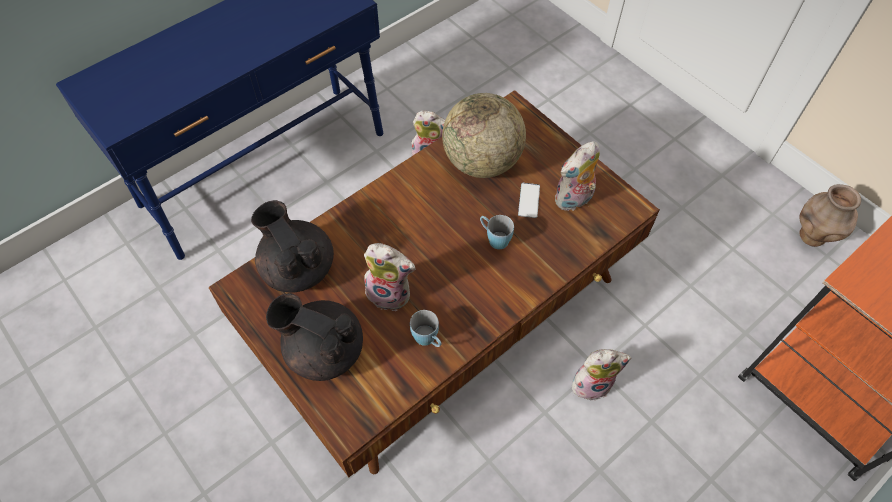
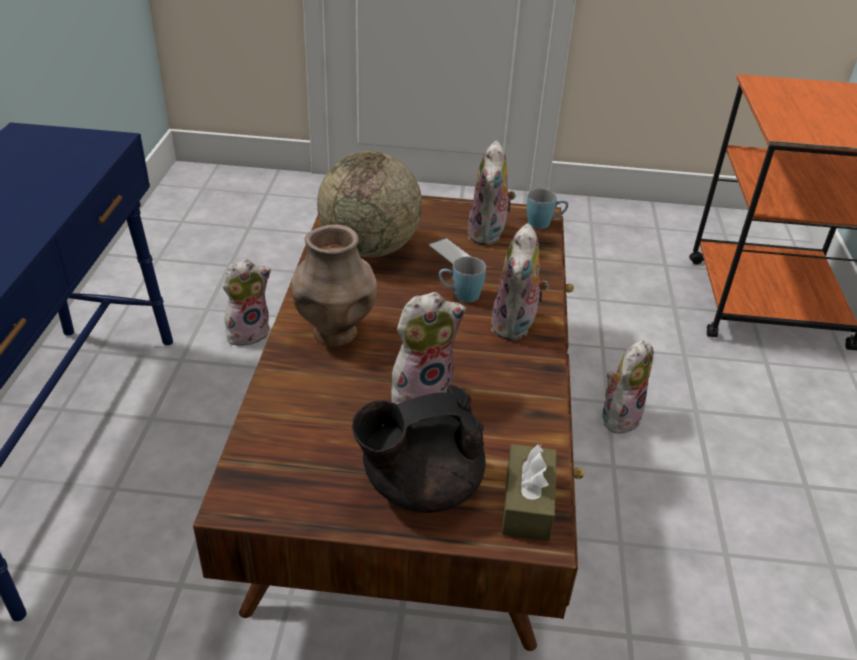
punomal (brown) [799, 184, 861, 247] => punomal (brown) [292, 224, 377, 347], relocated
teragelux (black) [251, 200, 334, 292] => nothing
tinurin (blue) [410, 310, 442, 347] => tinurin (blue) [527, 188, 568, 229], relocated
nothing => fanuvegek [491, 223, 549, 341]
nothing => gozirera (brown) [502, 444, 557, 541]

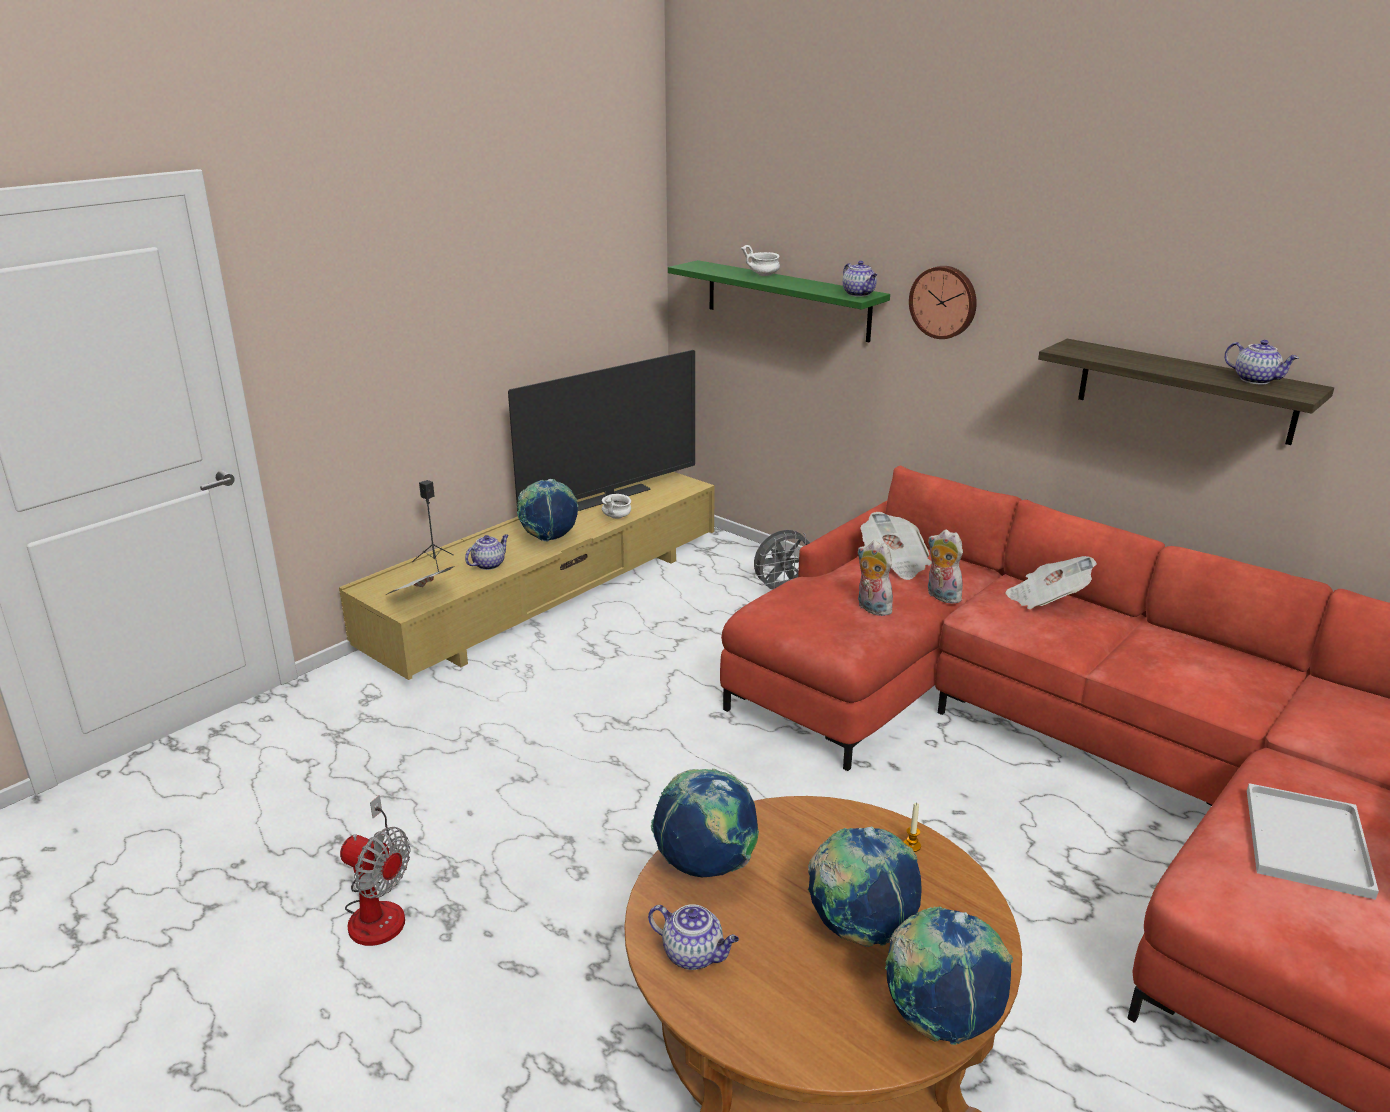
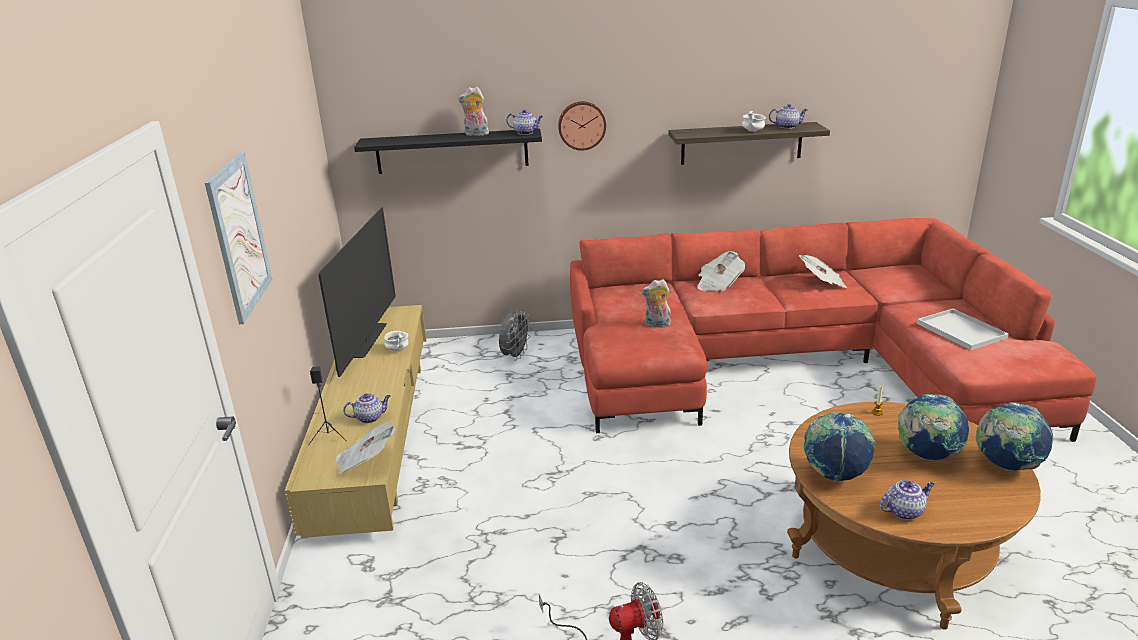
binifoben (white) [741, 245, 780, 276] => binifoben (white) [742, 111, 766, 132], relocated
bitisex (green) [668, 260, 890, 342] => bitisex (black) [354, 129, 542, 174]
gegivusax [517, 479, 578, 542] => nothing
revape [860, 512, 932, 580] => revape [799, 255, 847, 288], relocated
fanuvegek [927, 529, 963, 604] => fanuvegek [458, 87, 490, 136], relocated
teragelux [465, 534, 509, 570] => teragelux [343, 394, 391, 423], 75 degrees clockwise
nothing => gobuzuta [205, 152, 272, 324]

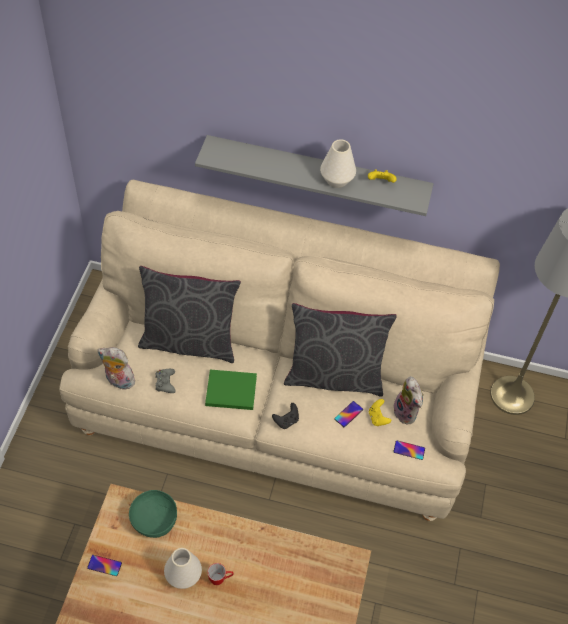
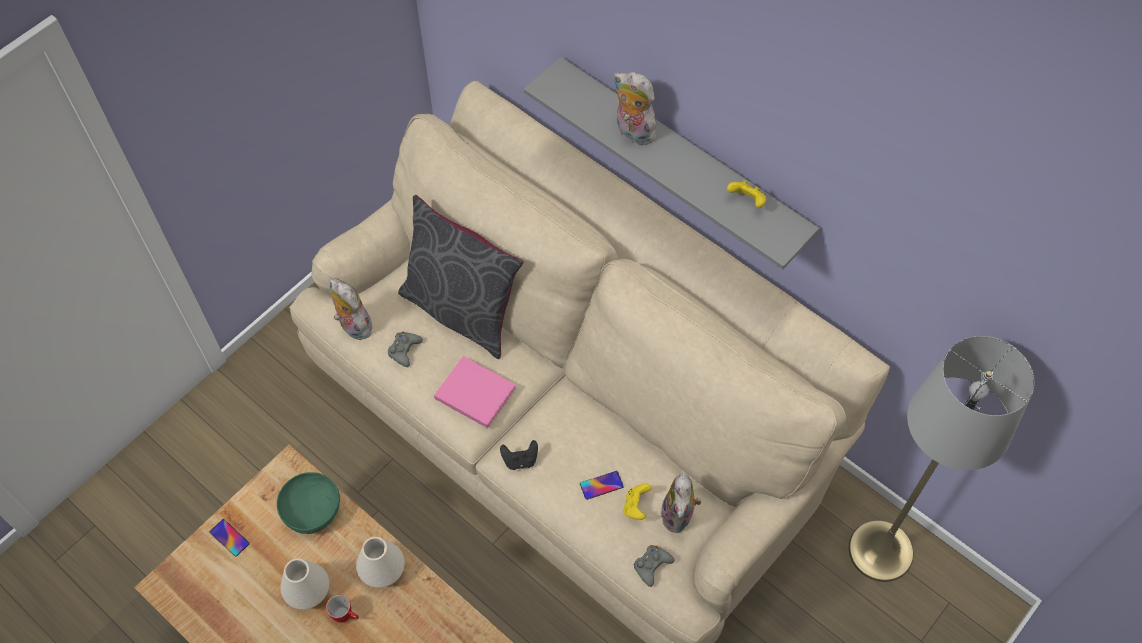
punomal (white) [320, 139, 356, 188] => punomal (white) [356, 537, 405, 588], relocated
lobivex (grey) [284, 303, 397, 397] => nothing
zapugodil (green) [205, 369, 257, 410] => zapugodil (pink) [434, 356, 516, 428]
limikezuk [393, 440, 425, 460] => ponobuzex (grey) [634, 545, 674, 587]
nothing => fanuvegek [613, 72, 656, 145]

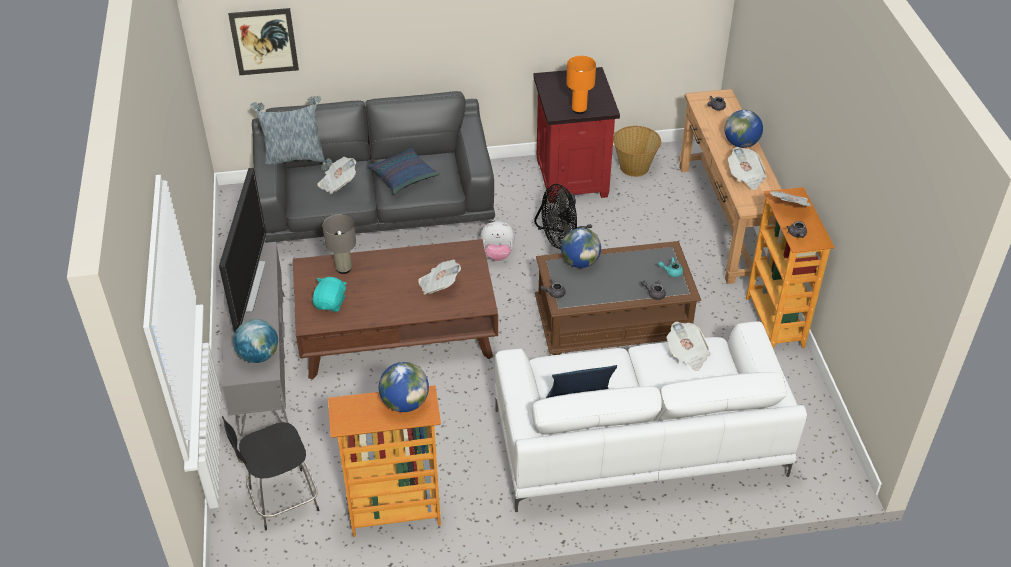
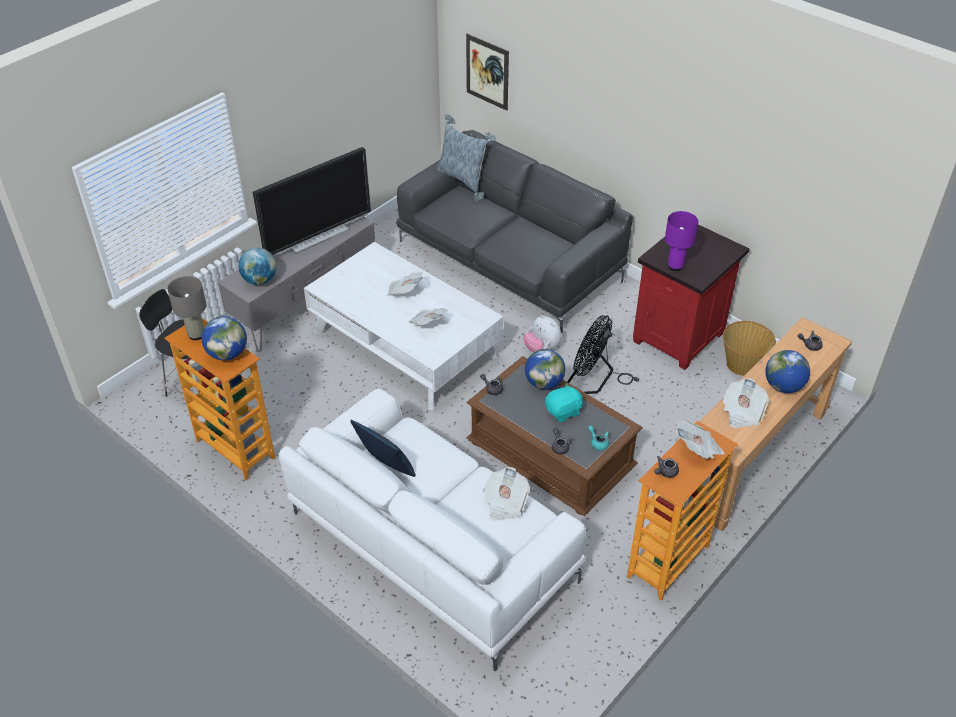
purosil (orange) [566, 56, 596, 114] => purosil (purple) [665, 211, 698, 271]
lobivex (blue) [367, 148, 440, 194] => nothing
revape [318, 157, 357, 194] => revape [387, 272, 423, 296], relocated
purosil (grey) [323, 214, 356, 274] => purosil (grey) [167, 276, 206, 340], relocated
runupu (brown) [293, 239, 498, 380] => runupu (white) [304, 242, 503, 410]
fanuvegek (turquoise) [313, 277, 346, 312] => fanuvegek (turquoise) [545, 383, 583, 422], relocated

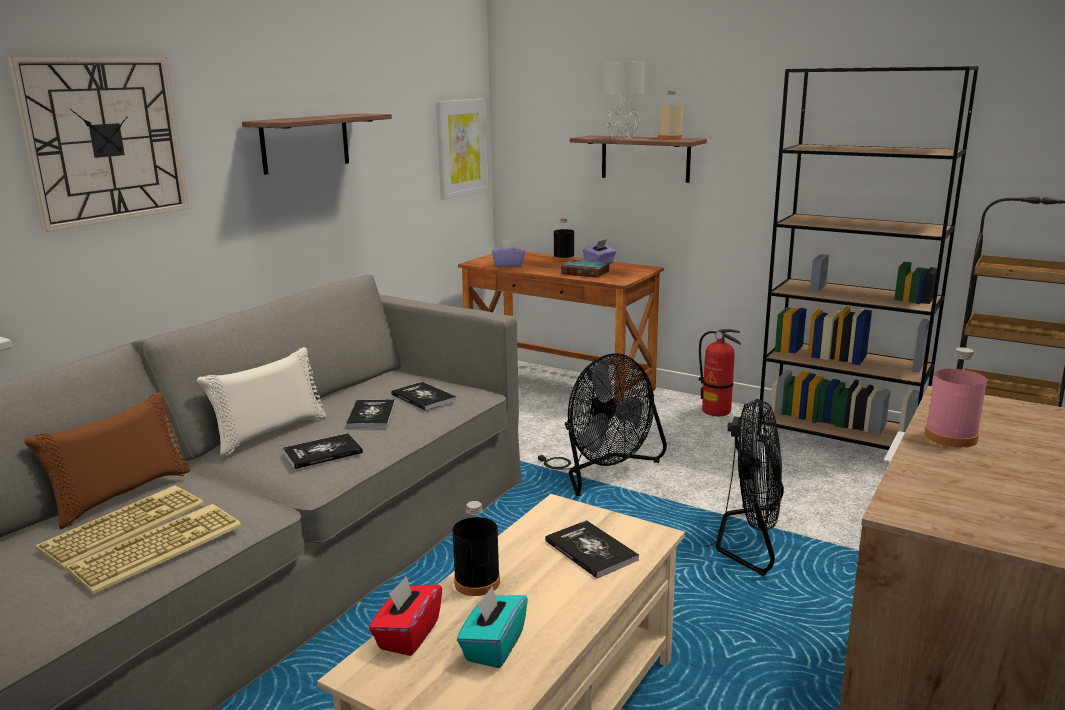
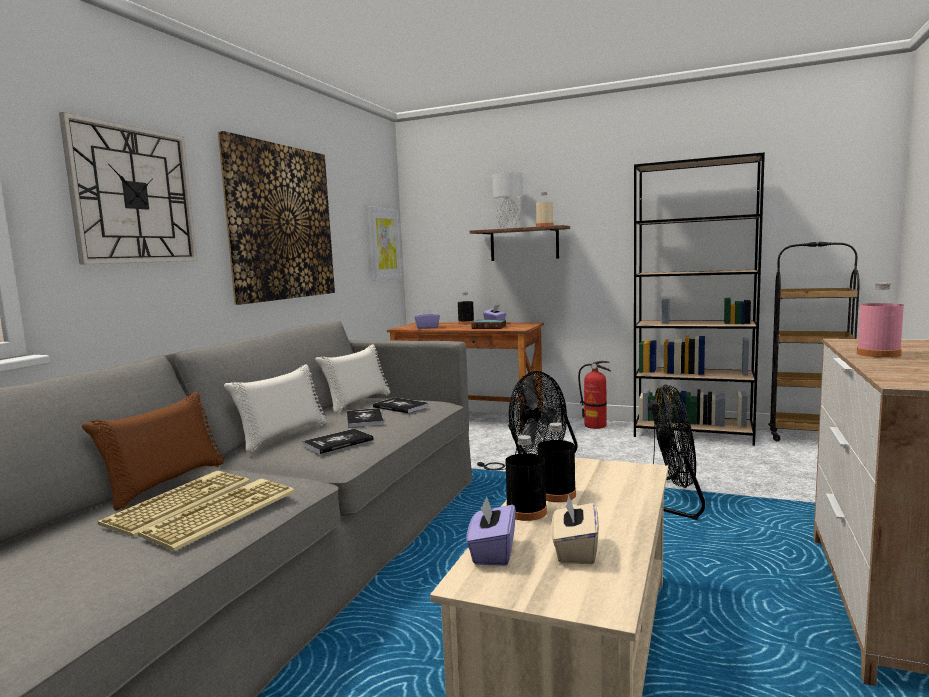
bitisex [242, 113, 392, 175] => gobuzuta [218, 131, 335, 305]
zapugodil [545, 520, 639, 578] => nothing
gozirera (red) [369, 576, 442, 656] => gozirera (purple) [466, 496, 516, 566]
gozirera (turquoise) [457, 586, 528, 668] => gozirera (beige) [551, 494, 599, 564]
nothing => lobivex (white) [316, 344, 390, 413]
nothing => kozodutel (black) [537, 422, 576, 502]

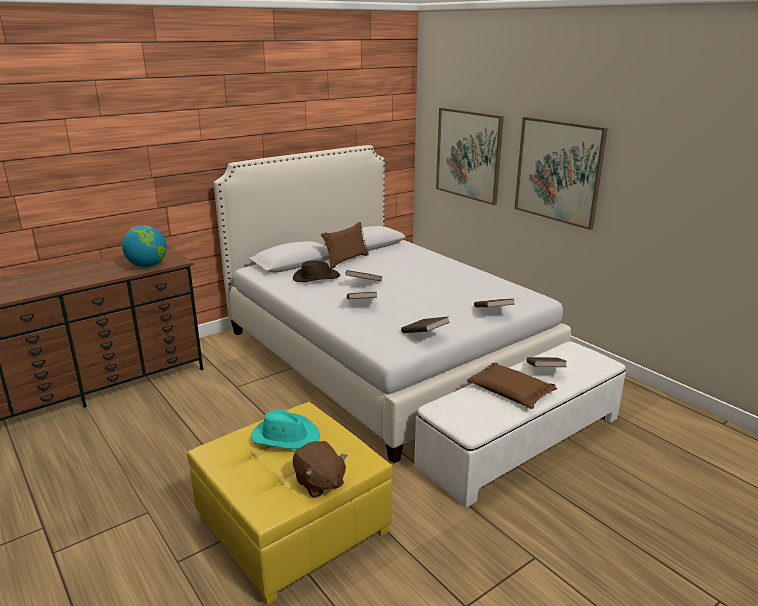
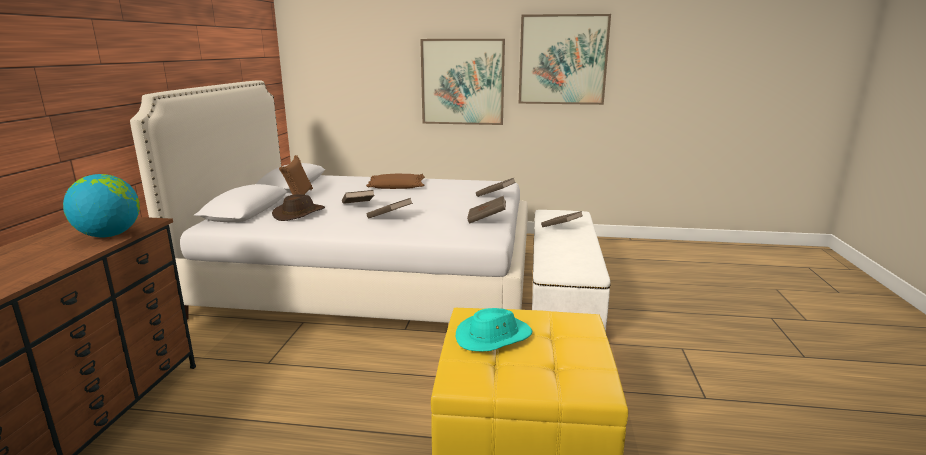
gobuzuta [436, 108, 504, 205] => gobuzuta [519, 14, 611, 105], relocated
lobivex (brown) [467, 363, 557, 409] => lobivex (brown) [366, 174, 425, 189], relocated
fanuvegek (brown) [293, 441, 347, 498] => nothing

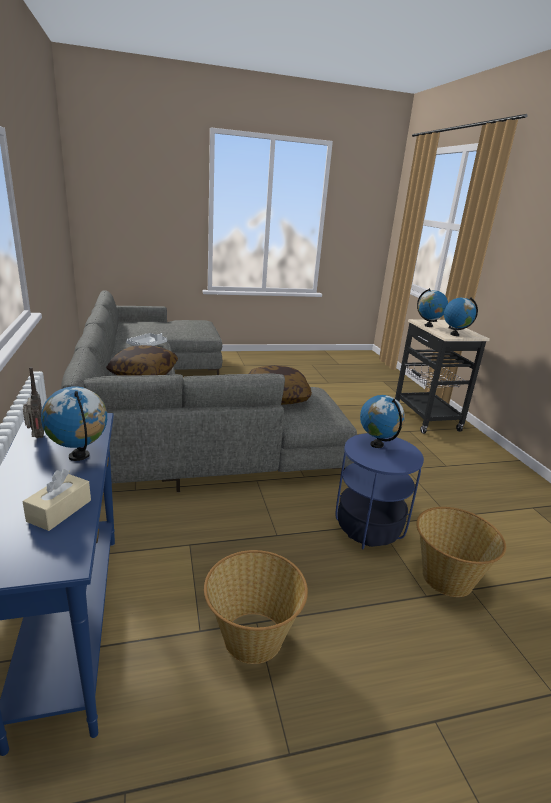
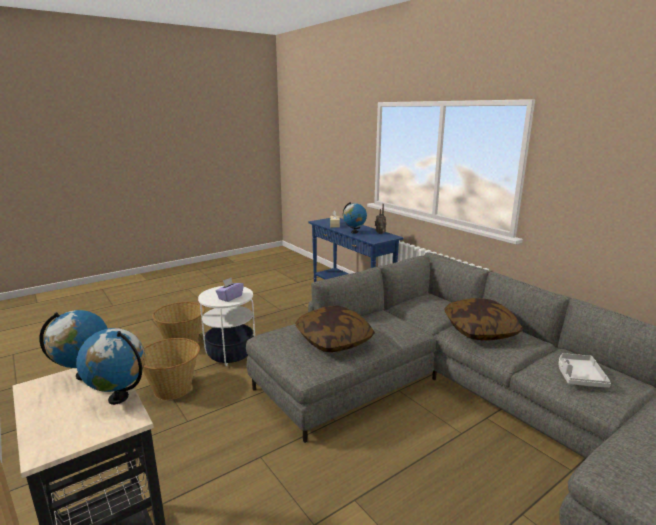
gegivusax [360, 395, 405, 448] => gozirera (purple) [216, 278, 244, 302]
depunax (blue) [335, 433, 424, 549] => depunax (white) [198, 286, 255, 366]
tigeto [204, 550, 308, 664] => tigeto [142, 338, 200, 400], relocated

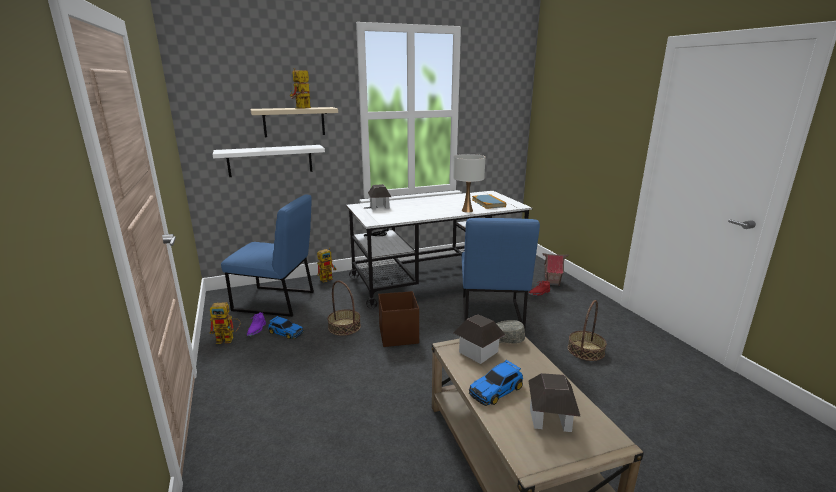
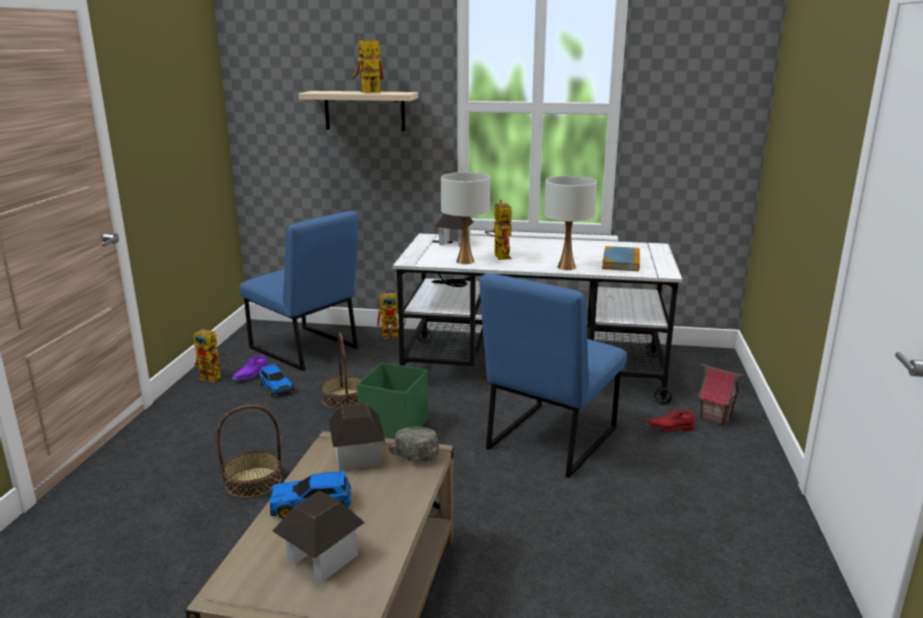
bitisex (white) [213, 145, 325, 177] => nothing
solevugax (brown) [378, 291, 419, 347] => solevugax (green) [357, 362, 428, 439]
tigeto [568, 300, 607, 361] => tigeto [216, 405, 282, 498], relocated
nothing => purosil (white) [441, 172, 490, 264]
nothing => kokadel [485, 200, 512, 260]

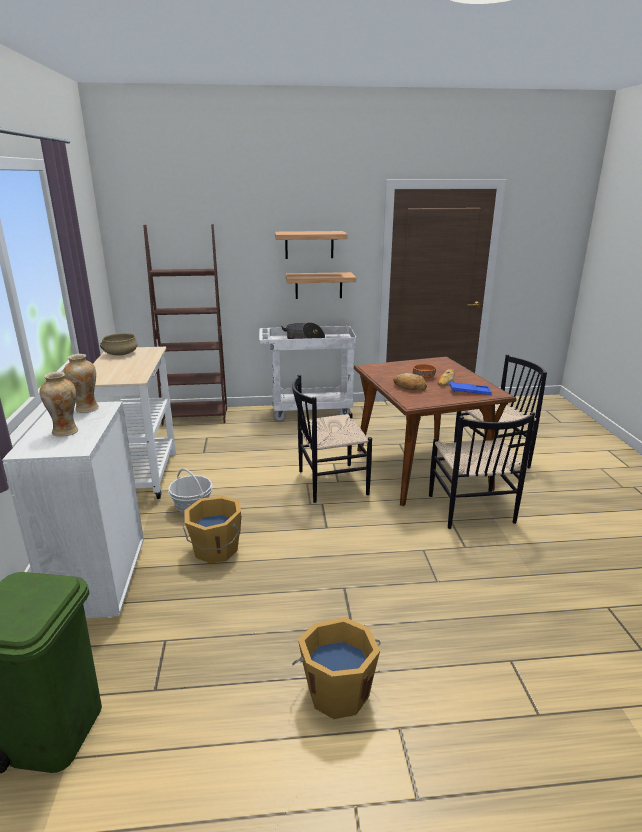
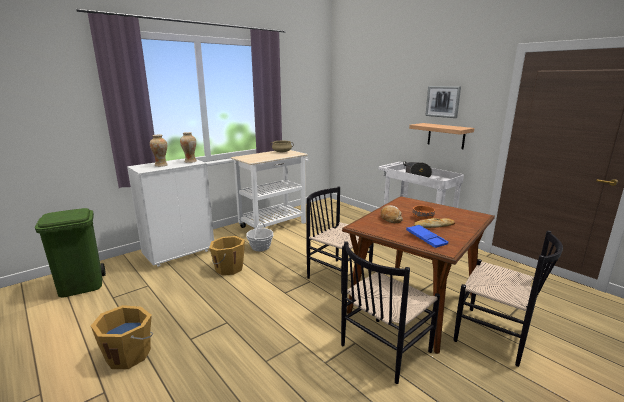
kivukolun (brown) [143, 224, 227, 426] => nothing
bitisex [275, 231, 347, 259] => gobuzuta [425, 86, 461, 118]

